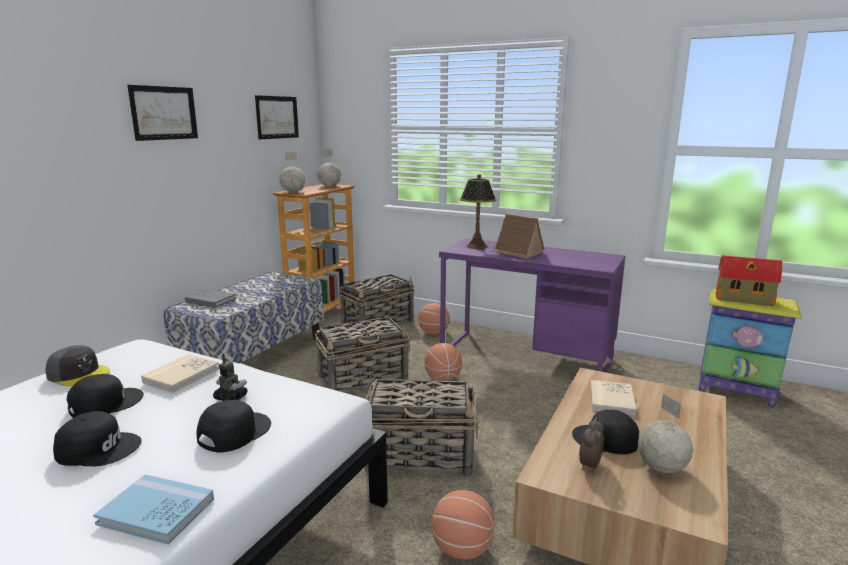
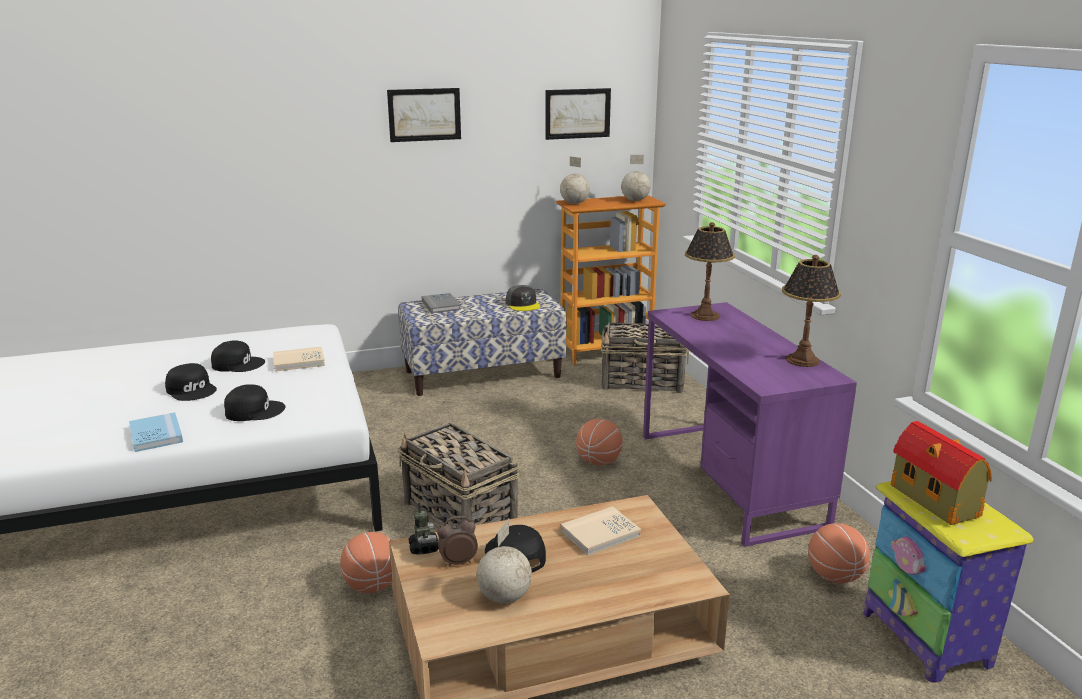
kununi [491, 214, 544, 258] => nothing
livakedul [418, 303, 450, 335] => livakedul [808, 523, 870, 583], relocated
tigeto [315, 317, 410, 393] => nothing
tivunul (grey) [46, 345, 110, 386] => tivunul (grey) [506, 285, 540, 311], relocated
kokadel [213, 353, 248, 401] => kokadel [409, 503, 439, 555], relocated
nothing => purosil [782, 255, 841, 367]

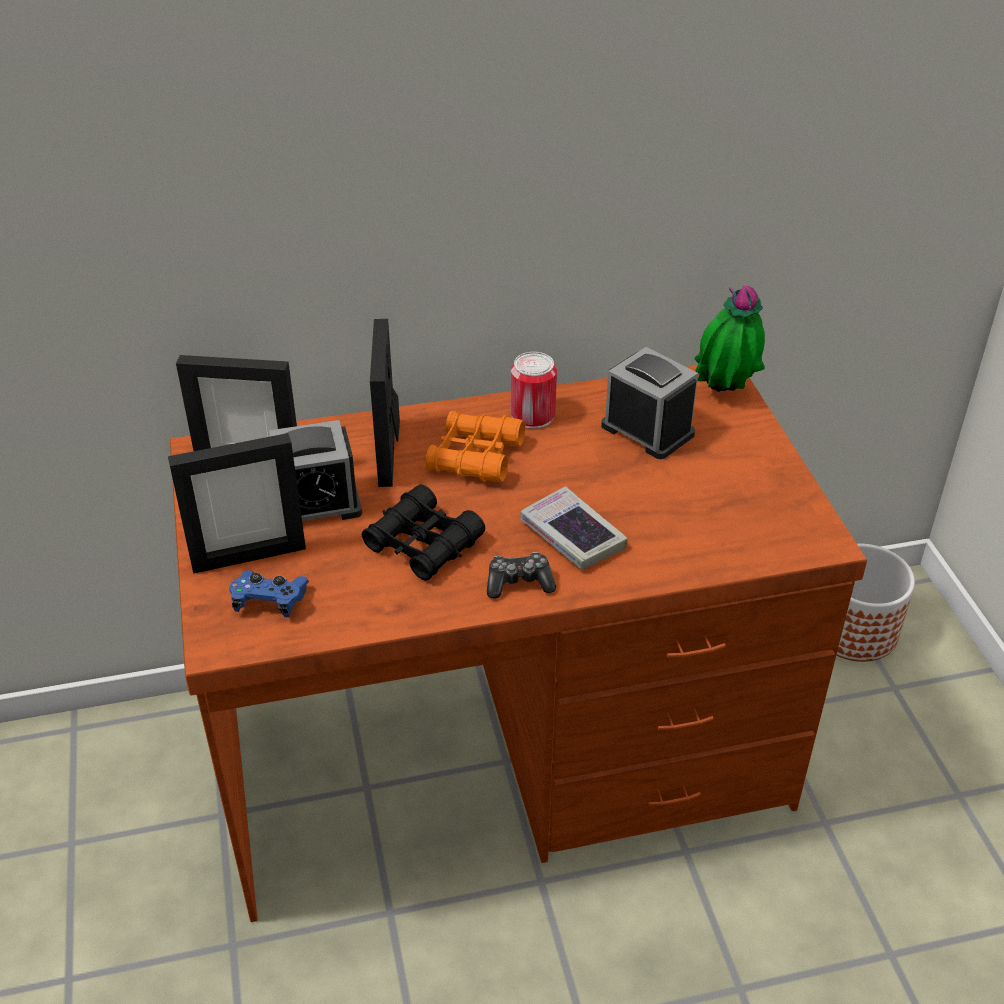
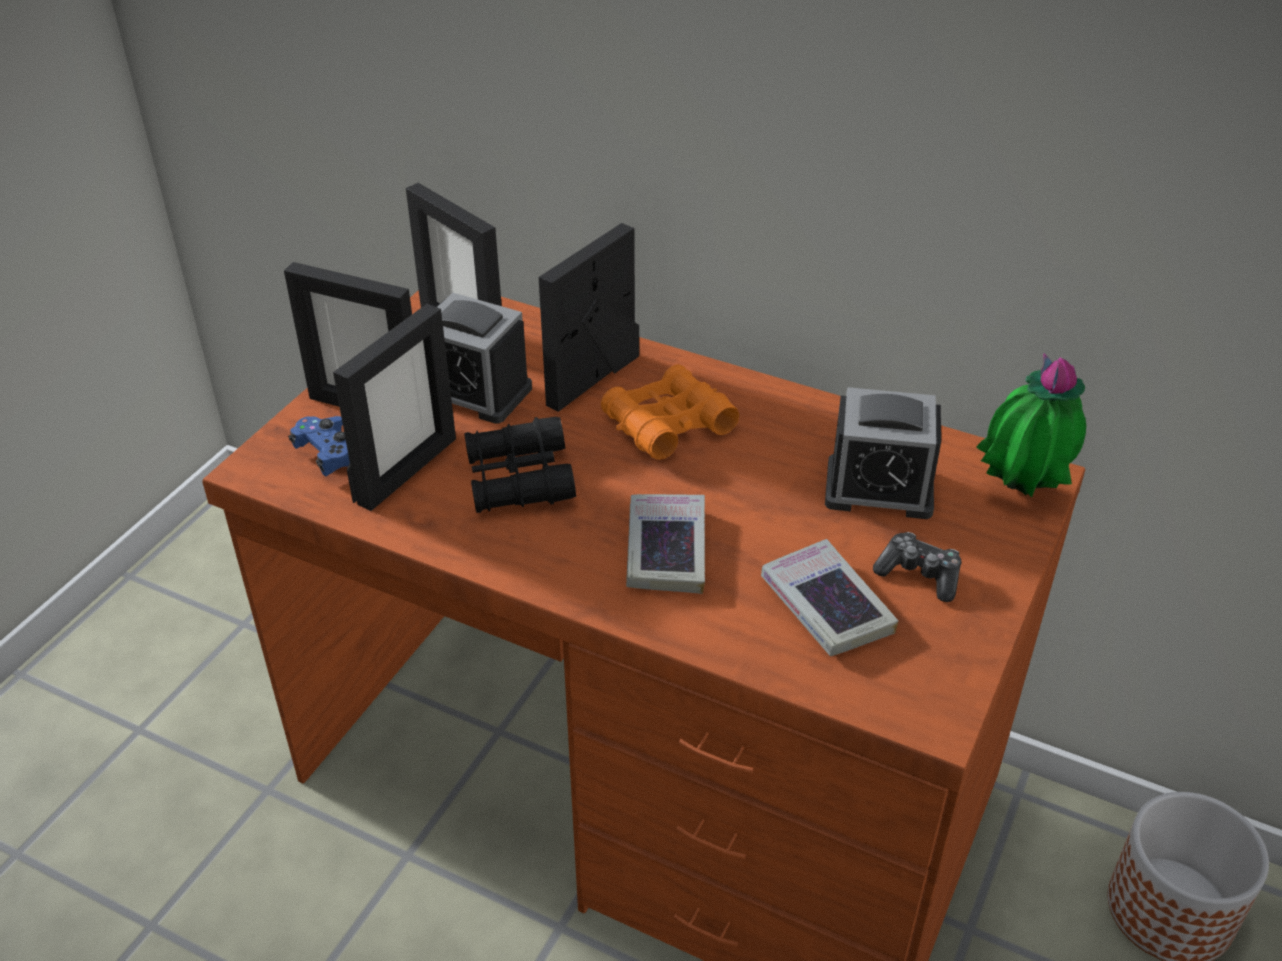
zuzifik [601, 347, 698, 459] => zuzifik [825, 387, 941, 519], 105 degrees clockwise
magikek [511, 352, 557, 429] => nothing
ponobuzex [487, 552, 556, 598] => ponobuzex [873, 532, 961, 602], relocated
nothing => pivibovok [333, 304, 456, 511]
nothing => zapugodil [761, 539, 898, 656]

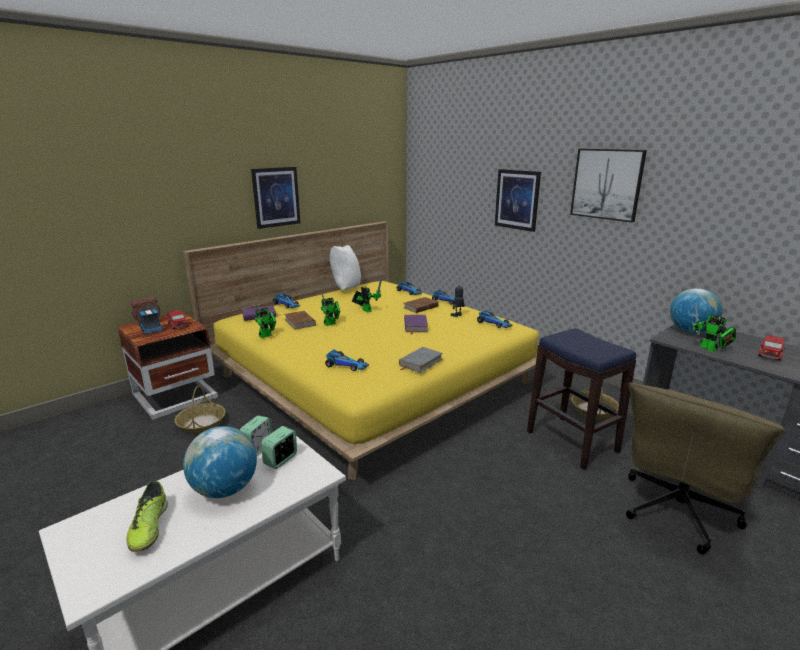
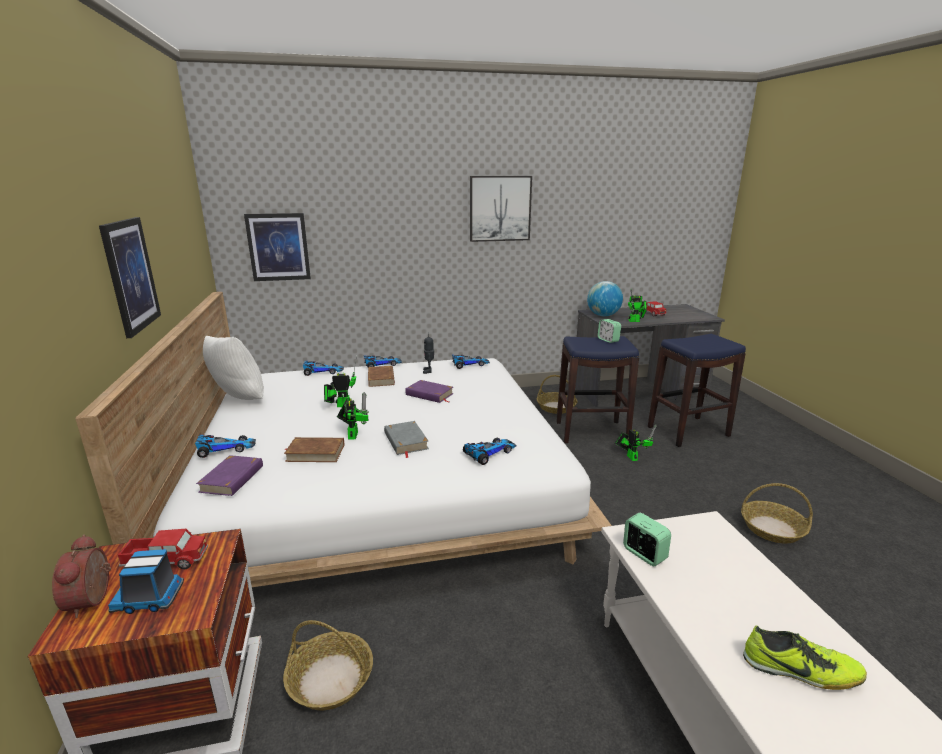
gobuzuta [495, 169, 541, 232] => gobuzuta [244, 213, 311, 281], relocated
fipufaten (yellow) [183, 221, 549, 480] => fipufaten (white) [75, 292, 612, 587]
kokadel [255, 304, 276, 338] => kokadel [615, 425, 657, 461], relocated
zapugodil (grey) [399, 347, 443, 373] => zapugodil (grey) [384, 421, 429, 458], relocated
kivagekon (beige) [626, 382, 785, 554] => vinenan [648, 334, 746, 447]
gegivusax [183, 426, 257, 498] => nothing
zuzifik [261, 426, 297, 469] => zuzifik [597, 319, 621, 343], relocated
nothing => tigeto [741, 483, 813, 544]

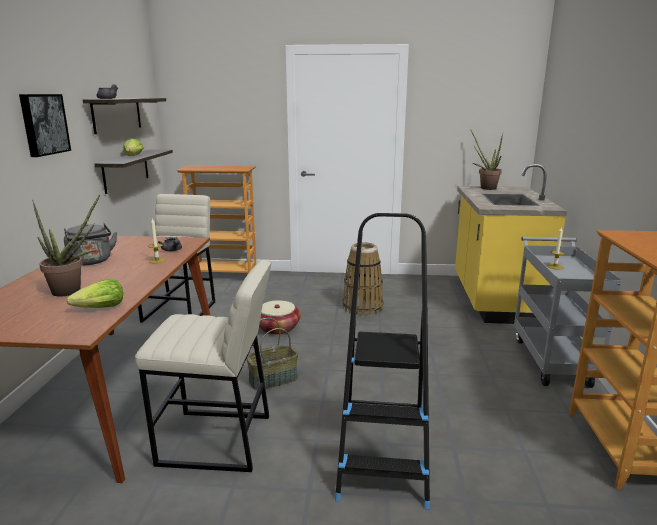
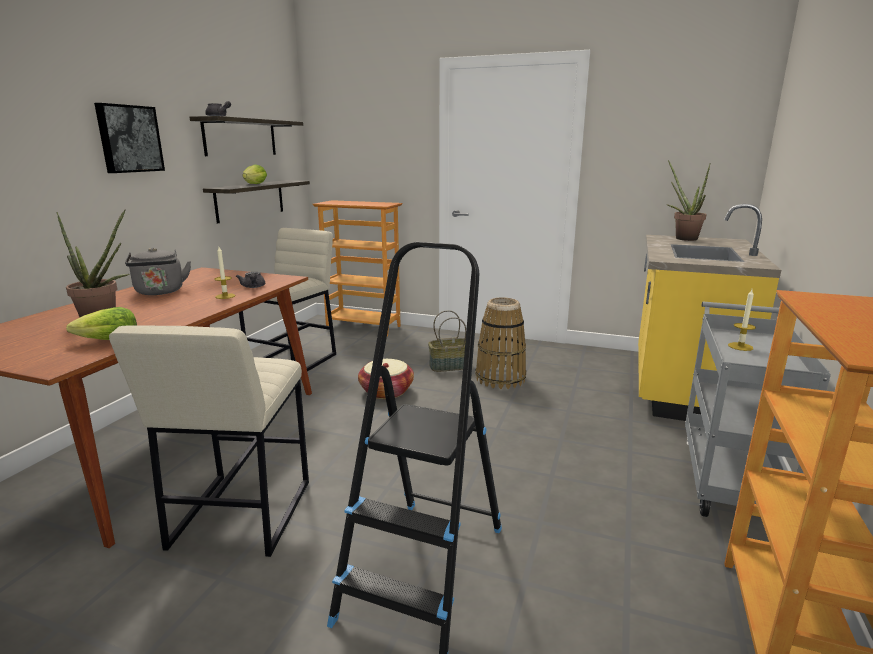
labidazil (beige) [135, 260, 271, 472] => labidazil (beige) [109, 325, 309, 557], 75 degrees clockwise
tigeto [247, 318, 298, 390] => tigeto [428, 310, 466, 372], relocated

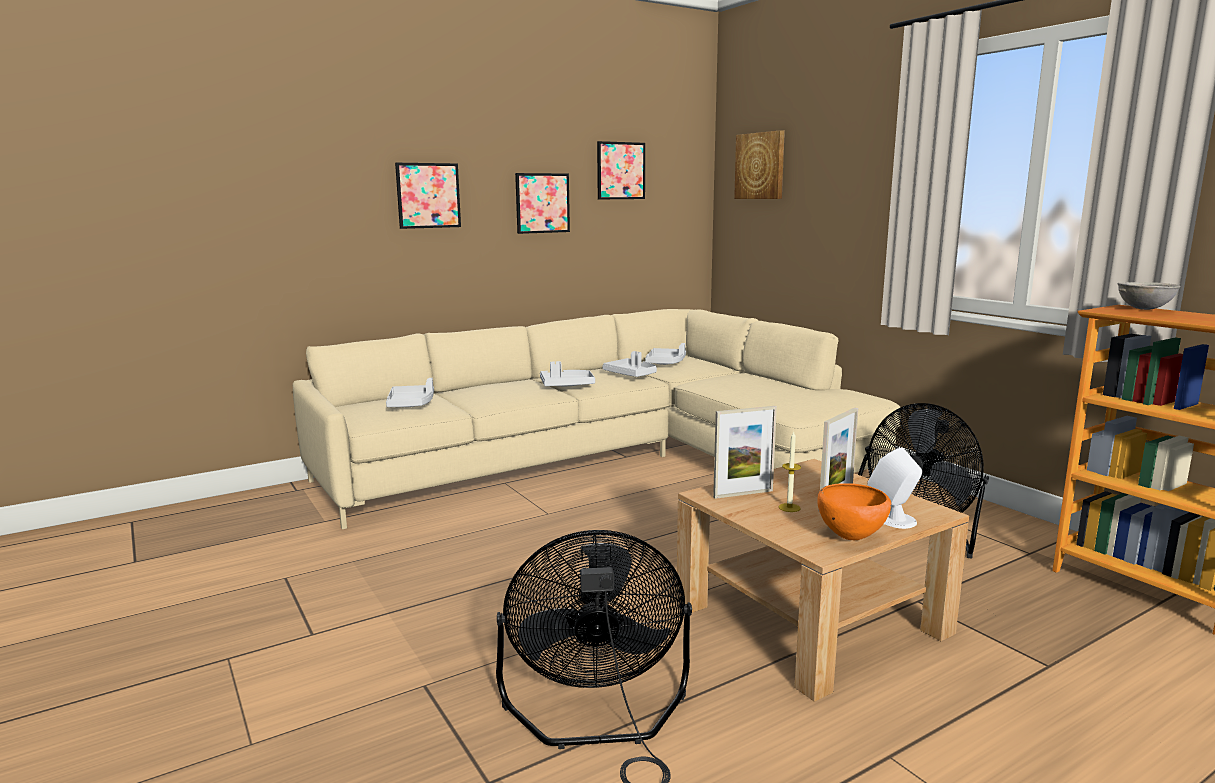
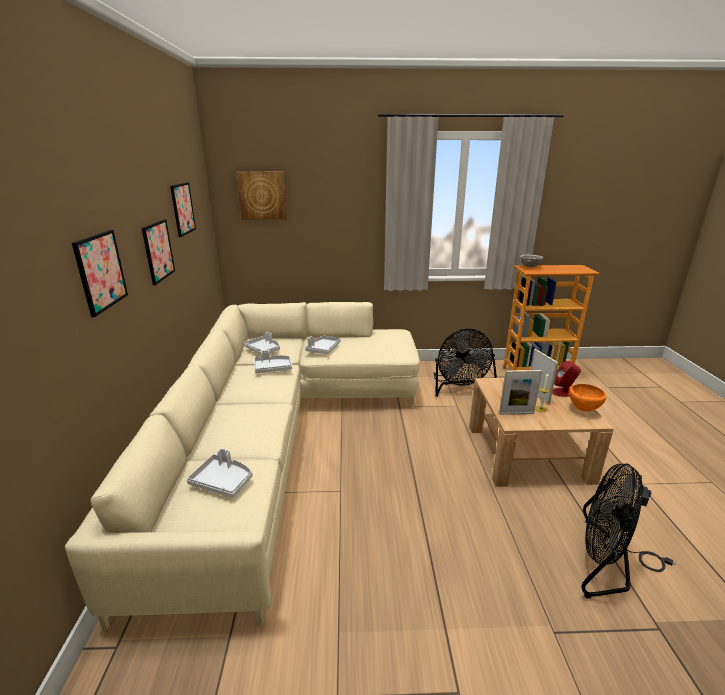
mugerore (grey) [540, 361, 595, 386] => mugerore (grey) [305, 336, 341, 354], relocated
pivibovok [713, 406, 777, 499] => pivibovok [499, 370, 542, 415], 75 degrees clockwise
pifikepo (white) [868, 447, 922, 529] => pifikepo (red) [552, 361, 581, 397]

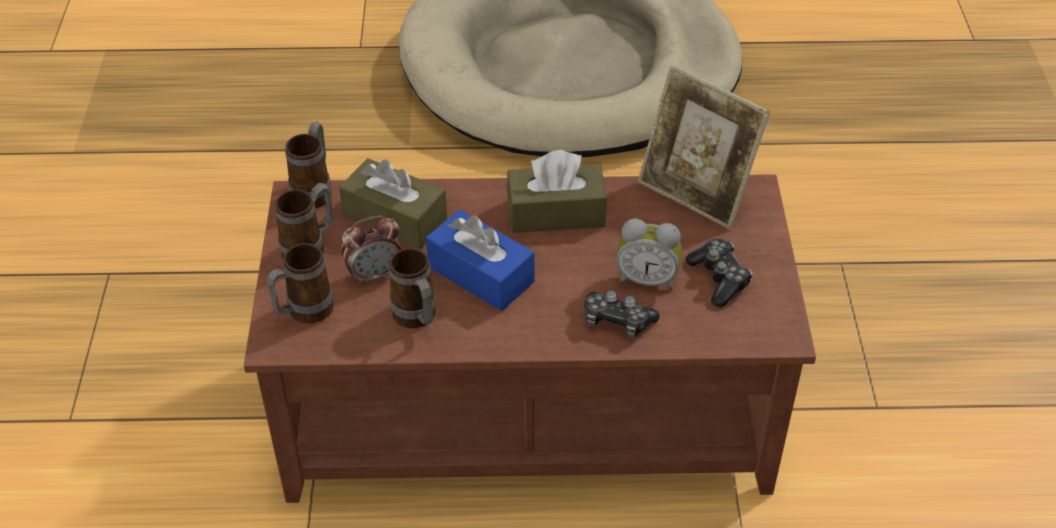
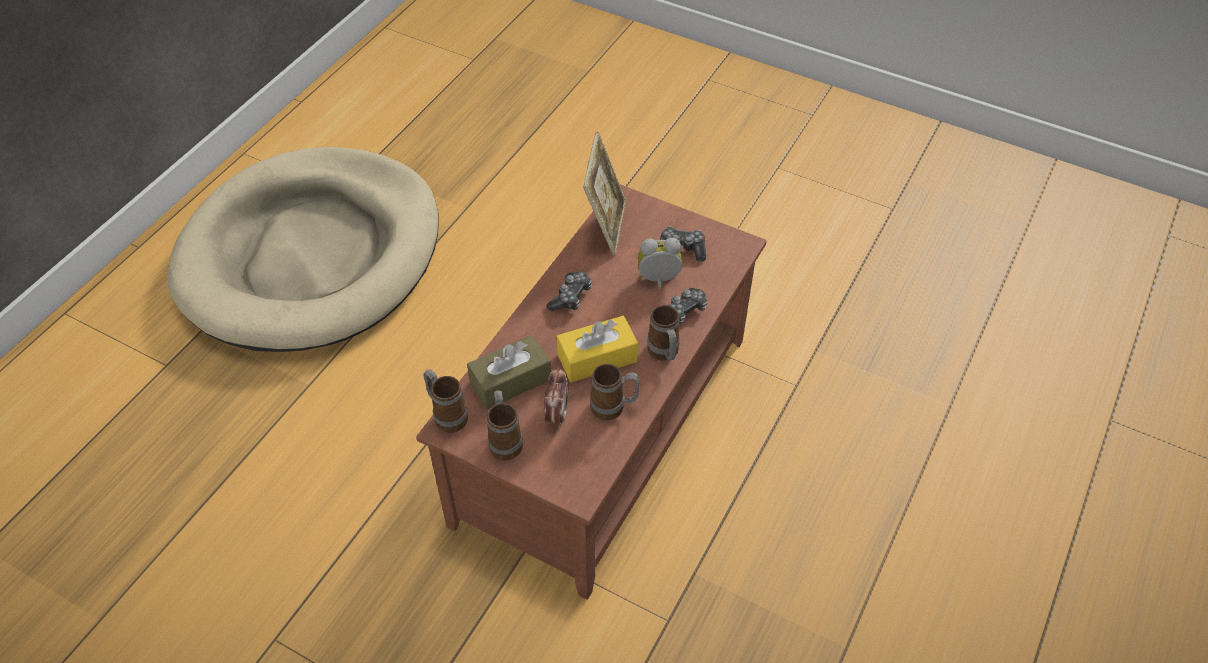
pivibovok [638, 65, 770, 229] => pivibovok [583, 132, 626, 255], 60 degrees counterclockwise
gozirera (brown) [507, 150, 607, 233] => ponobuzex [546, 271, 592, 311]
gozirera (blue) [426, 210, 535, 311] => gozirera (yellow) [557, 316, 638, 382]
zuzifik [616, 218, 682, 291] => zuzifik [638, 238, 682, 290], 135 degrees counterclockwise
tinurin [267, 243, 334, 323] => tinurin [647, 305, 680, 361], relocated

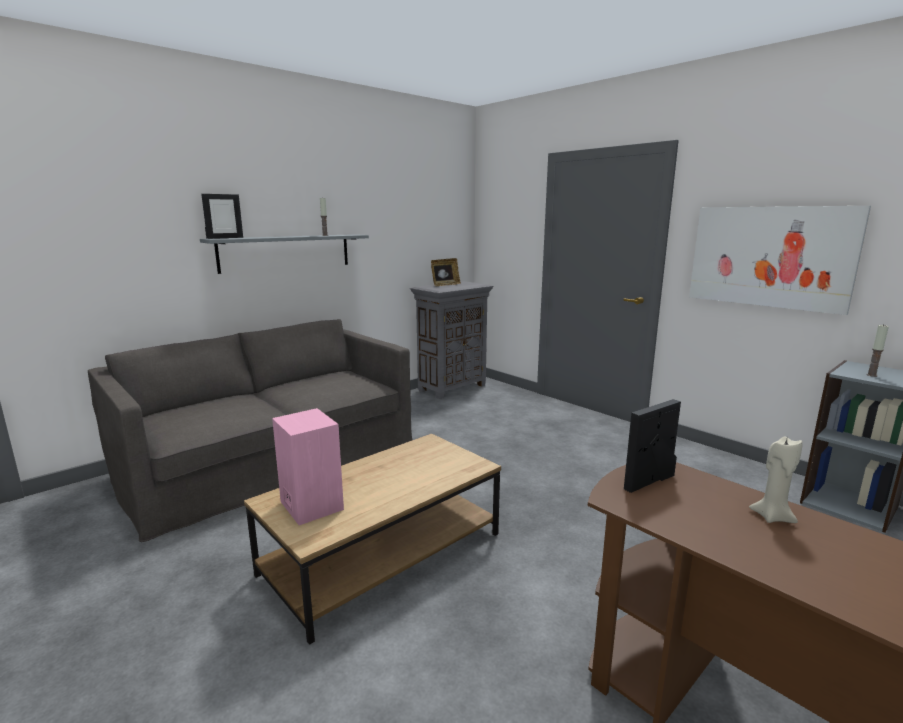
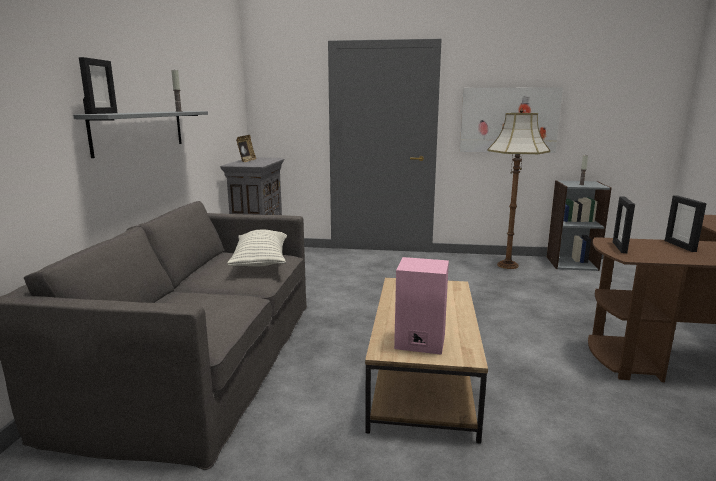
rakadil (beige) [749, 435, 803, 523] => pivibovok [665, 196, 707, 252]
nothing => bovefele [487, 108, 550, 269]
nothing => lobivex [227, 230, 287, 266]

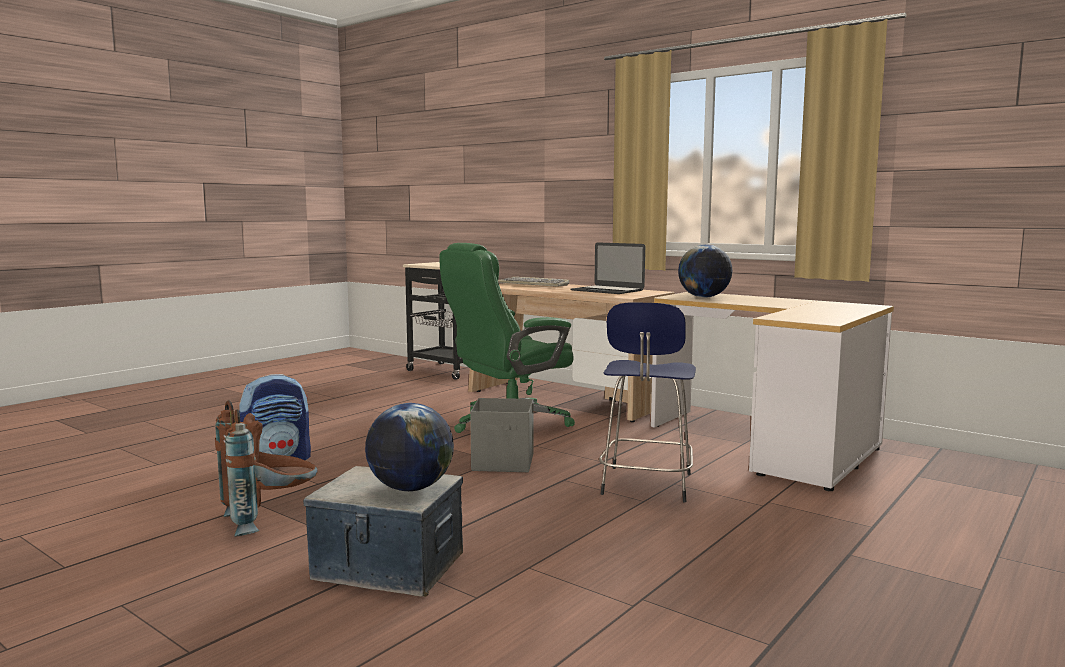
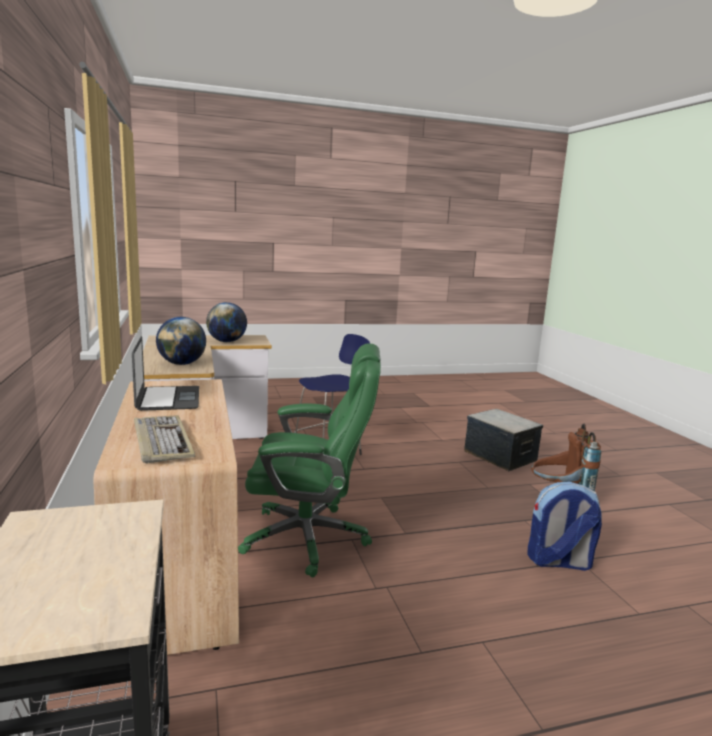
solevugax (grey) [470, 398, 533, 472] => nothing
gegivusax [365, 403, 454, 491] => gegivusax [206, 302, 247, 342], relocated

